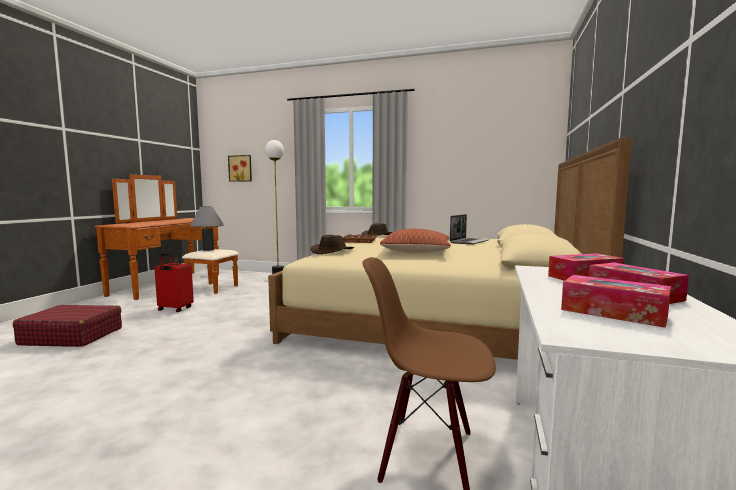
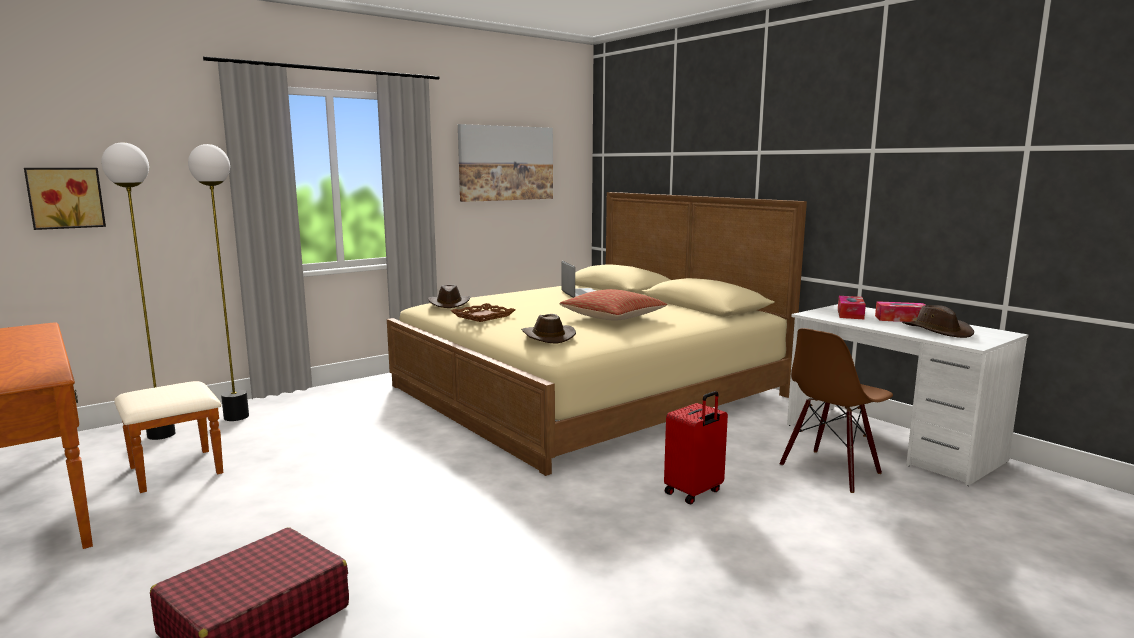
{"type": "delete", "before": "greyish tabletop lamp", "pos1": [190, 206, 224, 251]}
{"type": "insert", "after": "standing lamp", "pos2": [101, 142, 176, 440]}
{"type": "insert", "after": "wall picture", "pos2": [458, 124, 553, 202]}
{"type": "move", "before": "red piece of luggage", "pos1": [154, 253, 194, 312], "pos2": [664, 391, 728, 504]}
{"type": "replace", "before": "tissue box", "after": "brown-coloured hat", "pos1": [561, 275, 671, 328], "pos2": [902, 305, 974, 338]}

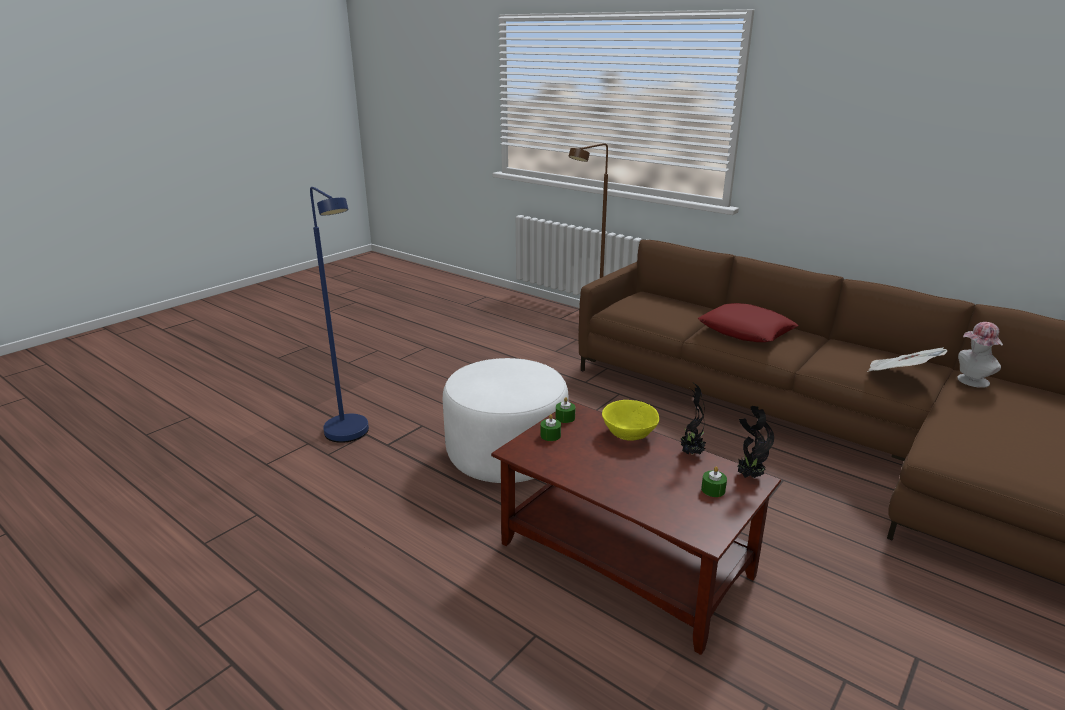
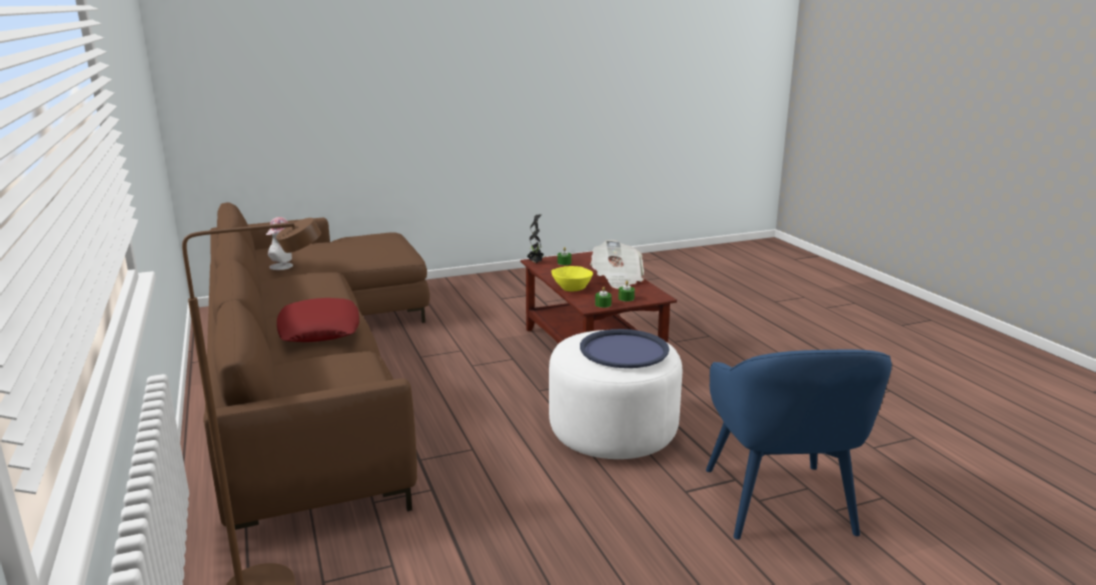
{"type": "delete", "before": "potted plant", "pos1": [679, 383, 706, 455]}
{"type": "insert", "after": "bluish serving tray", "pos2": [580, 329, 669, 368]}
{"type": "move", "before": "printed paper", "pos1": [867, 347, 948, 372], "pos2": [591, 240, 644, 289]}
{"type": "replace", "before": "bluish standing lamp", "after": "bluish easy chair", "pos1": [310, 187, 369, 443], "pos2": [706, 349, 892, 540]}

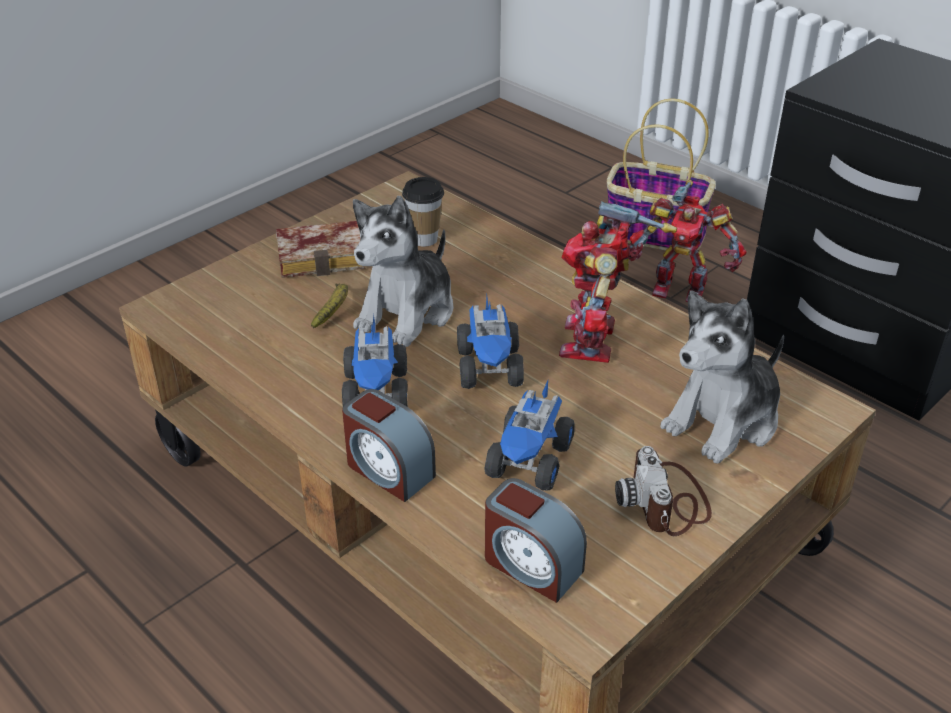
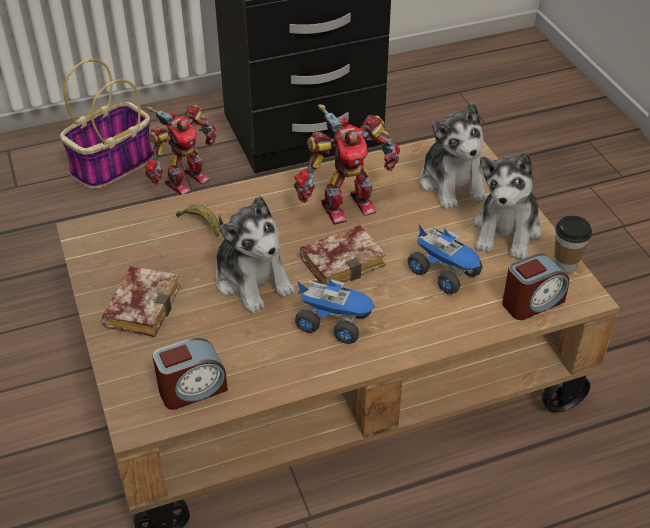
{"type": "move", "before": "whole banana", "pos1": [311, 284, 348, 328], "pos2": [176, 204, 220, 237]}
{"type": "move", "before": "alarm clock", "pos1": [342, 389, 436, 502], "pos2": [152, 338, 228, 410]}
{"type": "move", "before": "small cup", "pos1": [402, 177, 444, 247], "pos2": [554, 216, 592, 273]}
{"type": "replace", "before": "model truck", "after": "book", "pos1": [457, 295, 524, 389], "pos2": [300, 225, 386, 284]}
{"type": "replace", "before": "still camera", "after": "plush toy", "pos1": [615, 446, 712, 536], "pos2": [473, 152, 542, 260]}
{"type": "rotate", "before": "toy robot", "pos1": [559, 201, 677, 363], "pos2": [294, 104, 400, 225], "turn": -60}

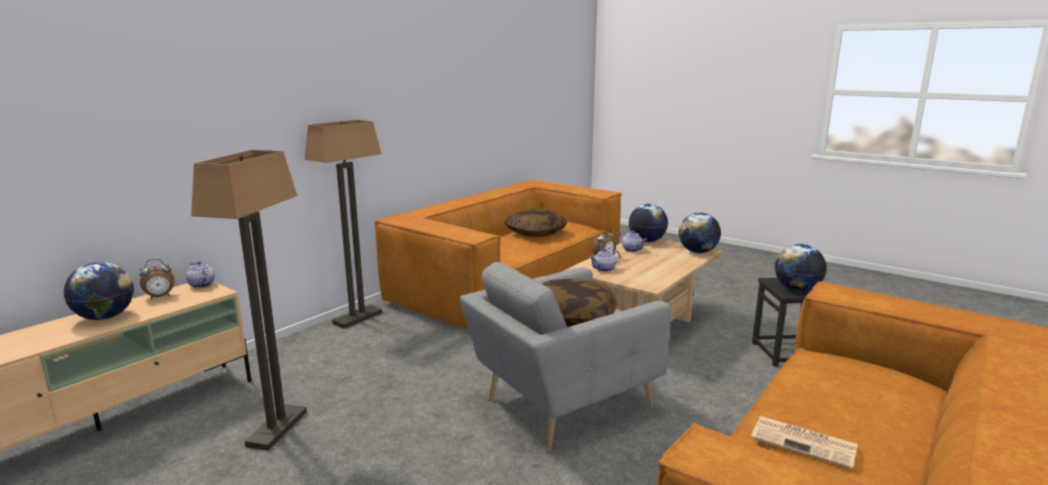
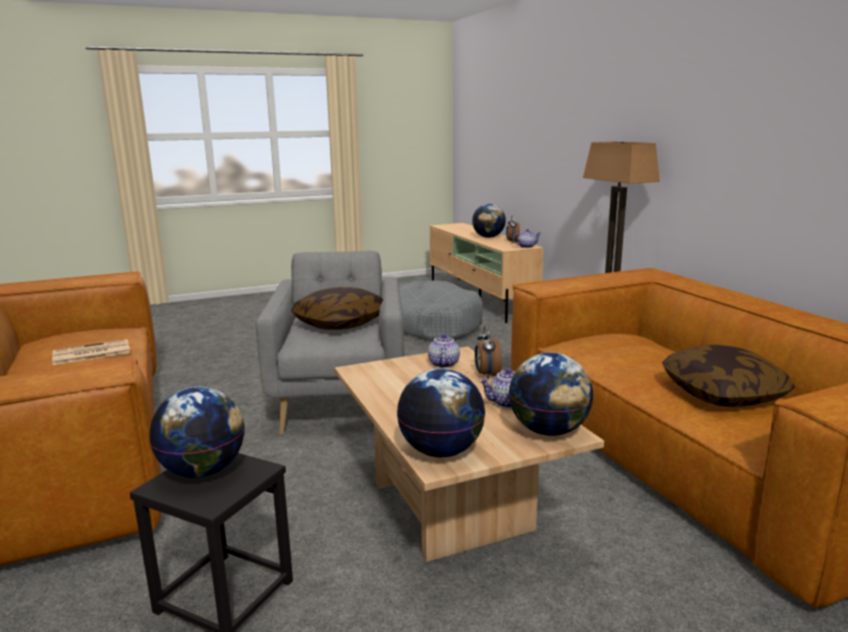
{"type": "replace", "before": "standing lamp", "after": "greyish dog cushion", "pos1": [191, 150, 307, 451], "pos2": [399, 280, 483, 342]}

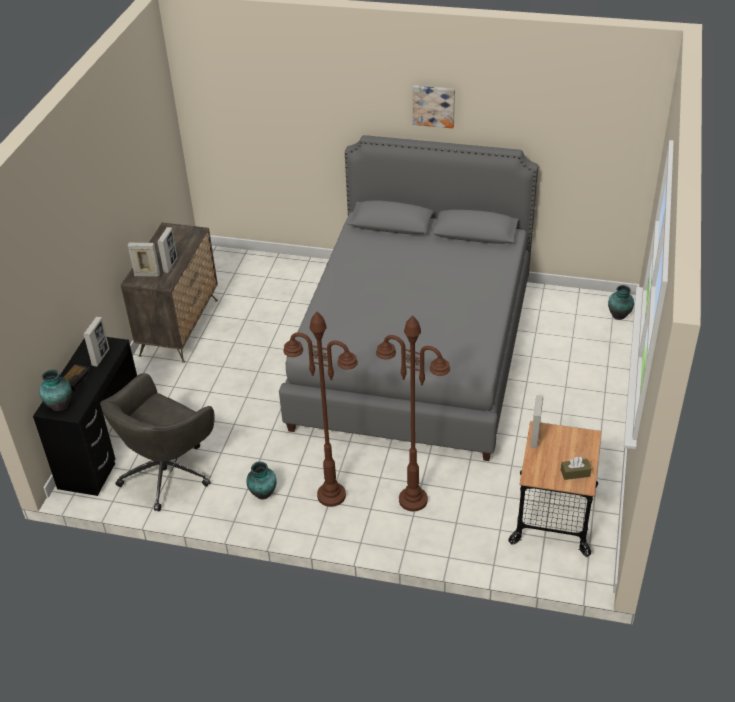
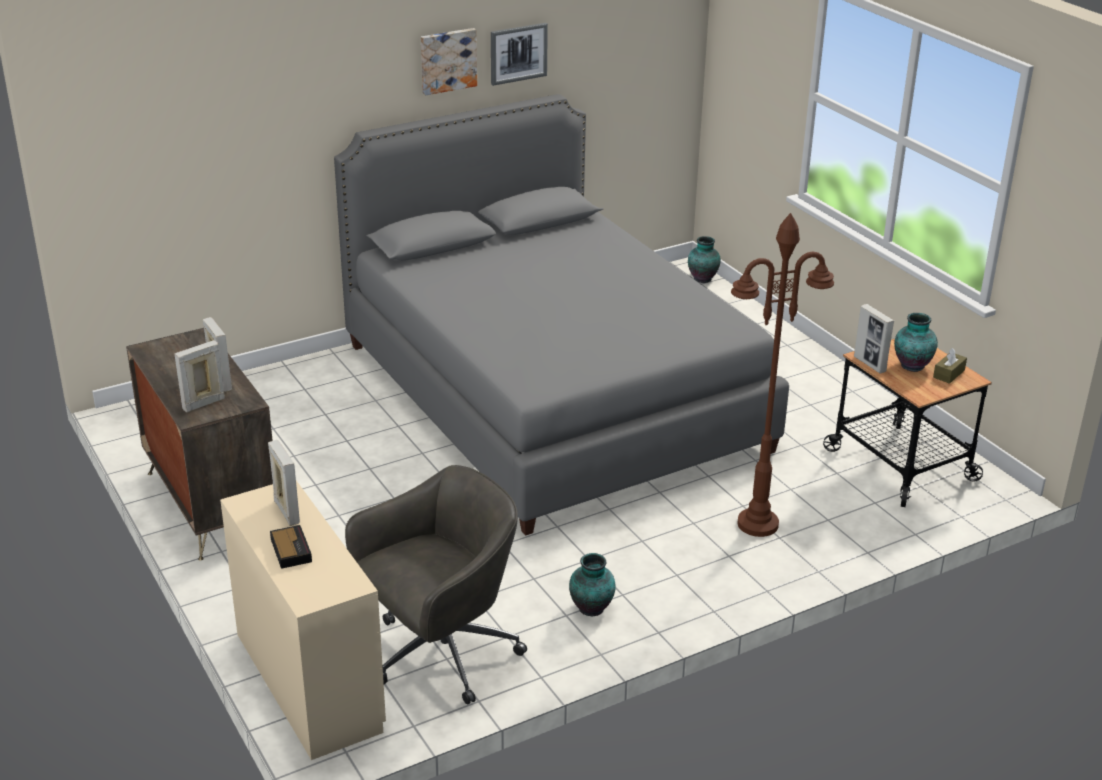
{"type": "delete", "before": "brown-coloured standing lamp", "pos1": [284, 312, 358, 507]}
{"type": "insert", "after": "wall picture", "pos2": [491, 23, 548, 86]}
{"type": "move", "before": "flower vase", "pos1": [39, 369, 72, 411], "pos2": [894, 313, 938, 372]}
{"type": "recolor", "before": "black-coloured desk", "after": "beige desk", "pos1": [33, 337, 137, 496], "pos2": [220, 481, 386, 760]}
{"type": "rotate", "before": "greyish office chair", "pos1": [100, 373, 215, 511], "pos2": [345, 465, 527, 704], "turn": -120}

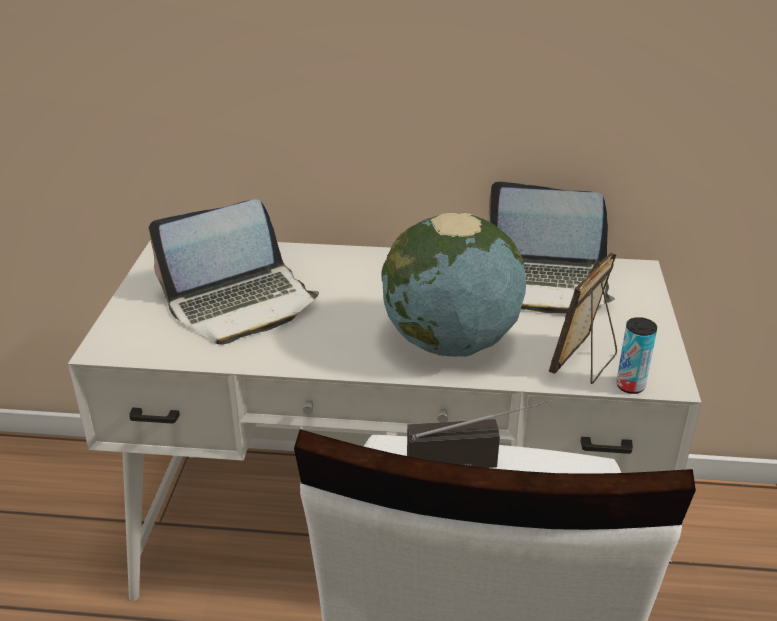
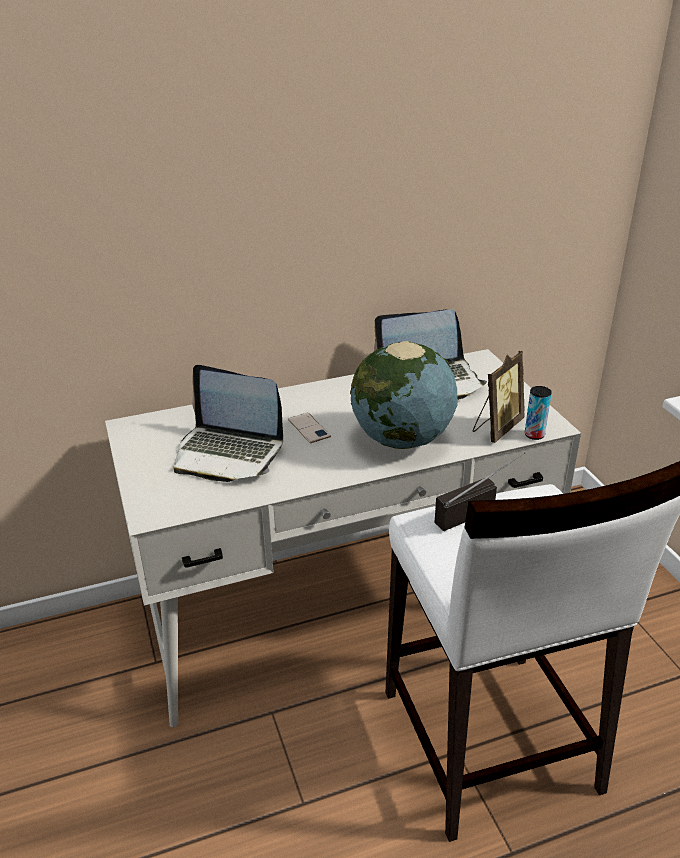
{"type": "insert", "after": "handset", "pos2": [288, 413, 331, 443]}
{"type": "rotate", "before": "portable computer", "pos1": [149, 199, 319, 345], "pos2": [174, 365, 283, 482], "turn": 75}
{"type": "rotate", "before": "photo frame", "pos1": [549, 252, 617, 384], "pos2": [473, 351, 525, 443], "turn": -150}

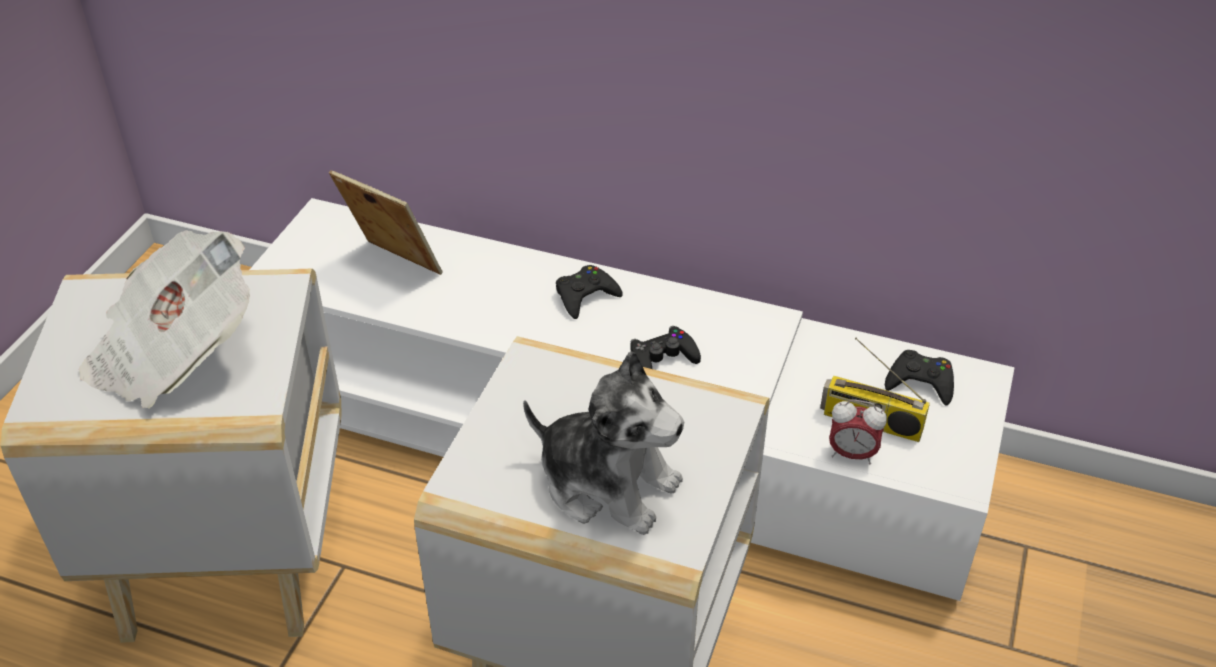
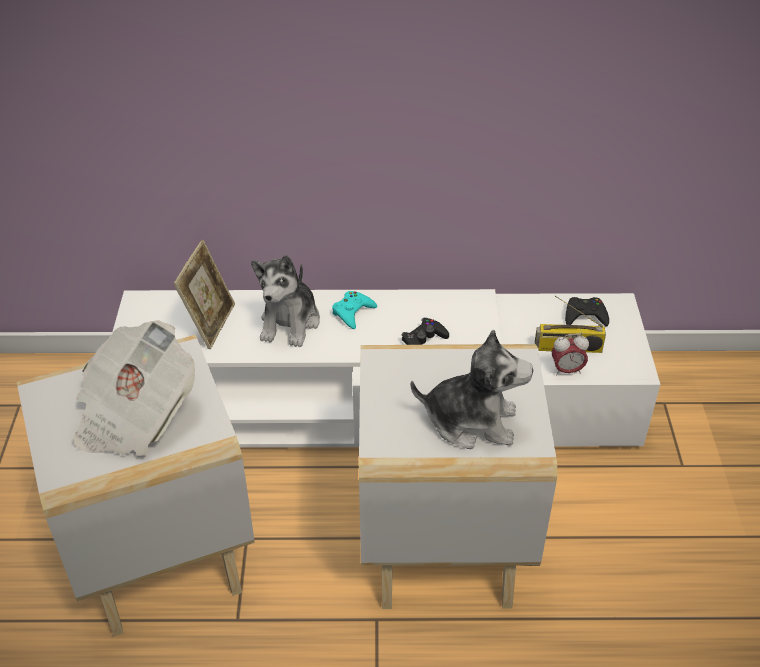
{"type": "insert", "after": "plush toy", "pos2": [251, 255, 320, 347]}
{"type": "recolor", "before": "black-coloured gamepad", "after": "turquoise gamepad", "pos1": [556, 265, 623, 319], "pos2": [332, 291, 377, 329]}
{"type": "rotate", "before": "photo frame", "pos1": [329, 170, 443, 275], "pos2": [173, 240, 235, 349], "turn": 90}

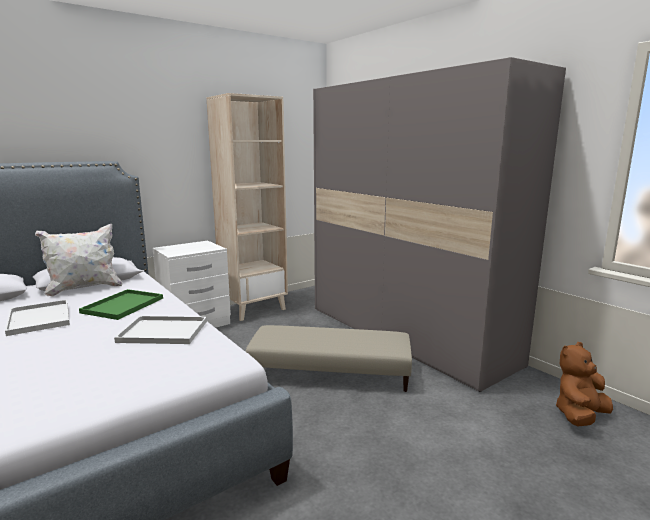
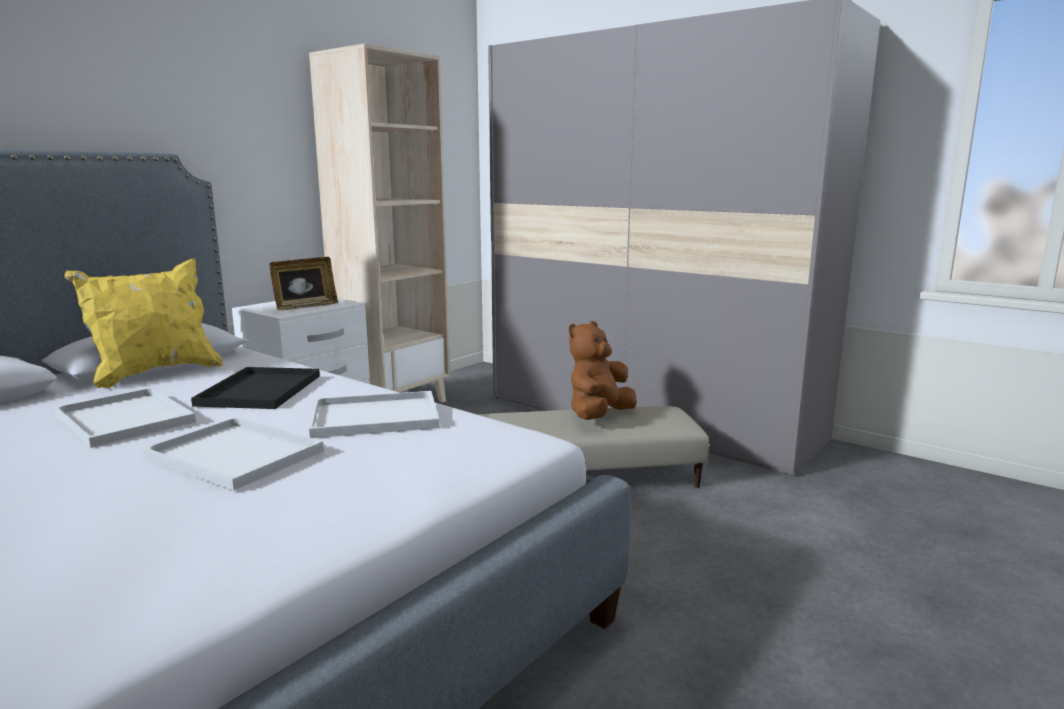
{"type": "insert", "after": "white serving tray", "pos2": [143, 417, 324, 490]}
{"type": "insert", "after": "photo frame", "pos2": [269, 257, 338, 310]}
{"type": "move", "before": "brown-coloured plush toy", "pos1": [556, 342, 613, 427], "pos2": [569, 321, 637, 420]}
{"type": "recolor", "before": "white cushion", "after": "yellow cushion", "pos1": [35, 224, 122, 296], "pos2": [64, 259, 223, 388]}
{"type": "recolor", "before": "green-coloured serving tray", "after": "black-coloured serving tray", "pos1": [79, 289, 163, 320], "pos2": [191, 367, 320, 409]}

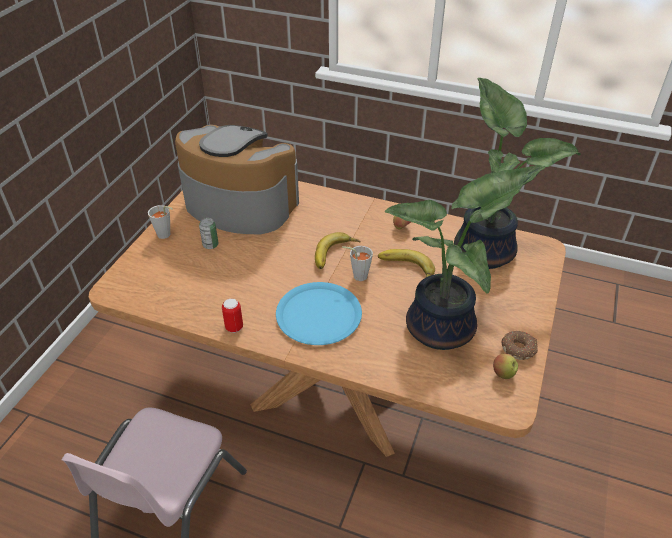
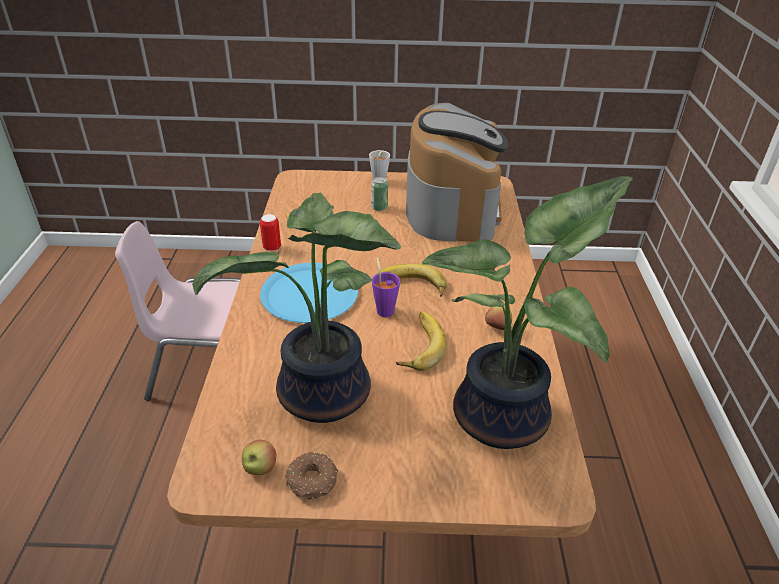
{"type": "recolor", "before": "greyish small cup", "after": "purple small cup", "pos1": [342, 246, 373, 281], "pos2": [372, 258, 400, 317]}

